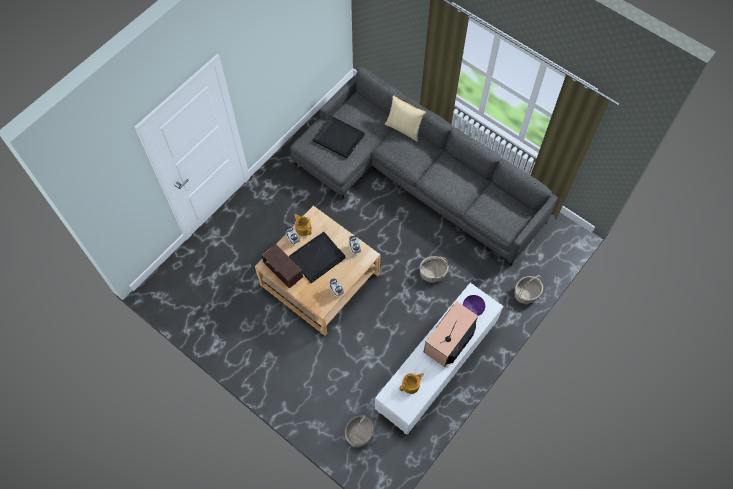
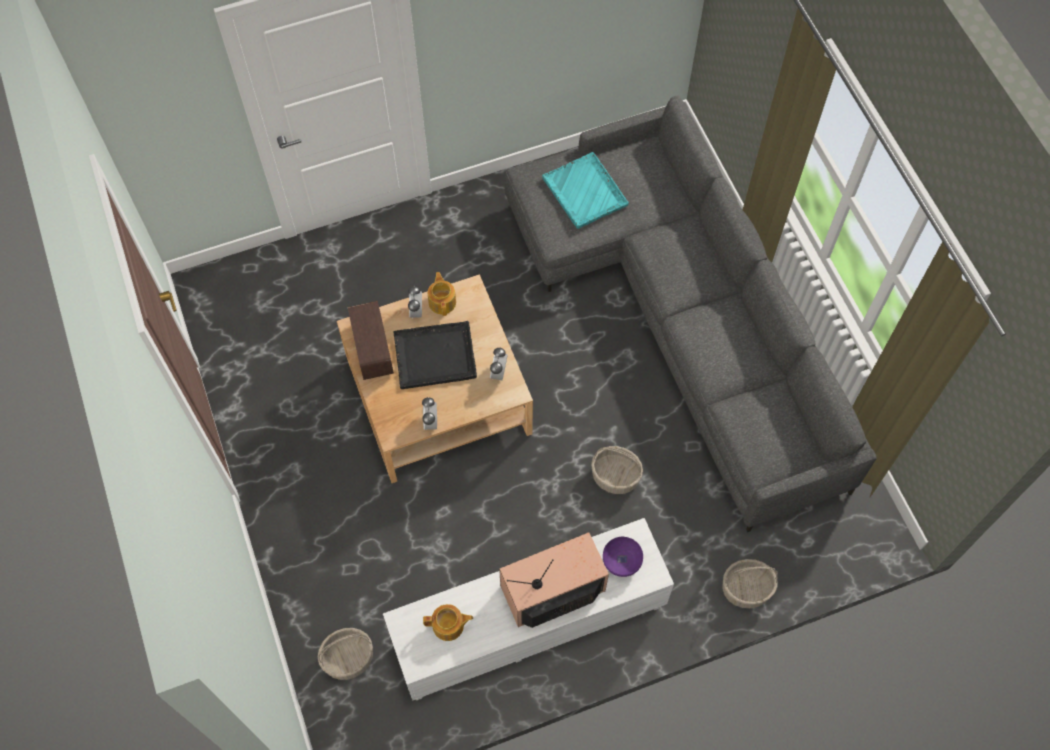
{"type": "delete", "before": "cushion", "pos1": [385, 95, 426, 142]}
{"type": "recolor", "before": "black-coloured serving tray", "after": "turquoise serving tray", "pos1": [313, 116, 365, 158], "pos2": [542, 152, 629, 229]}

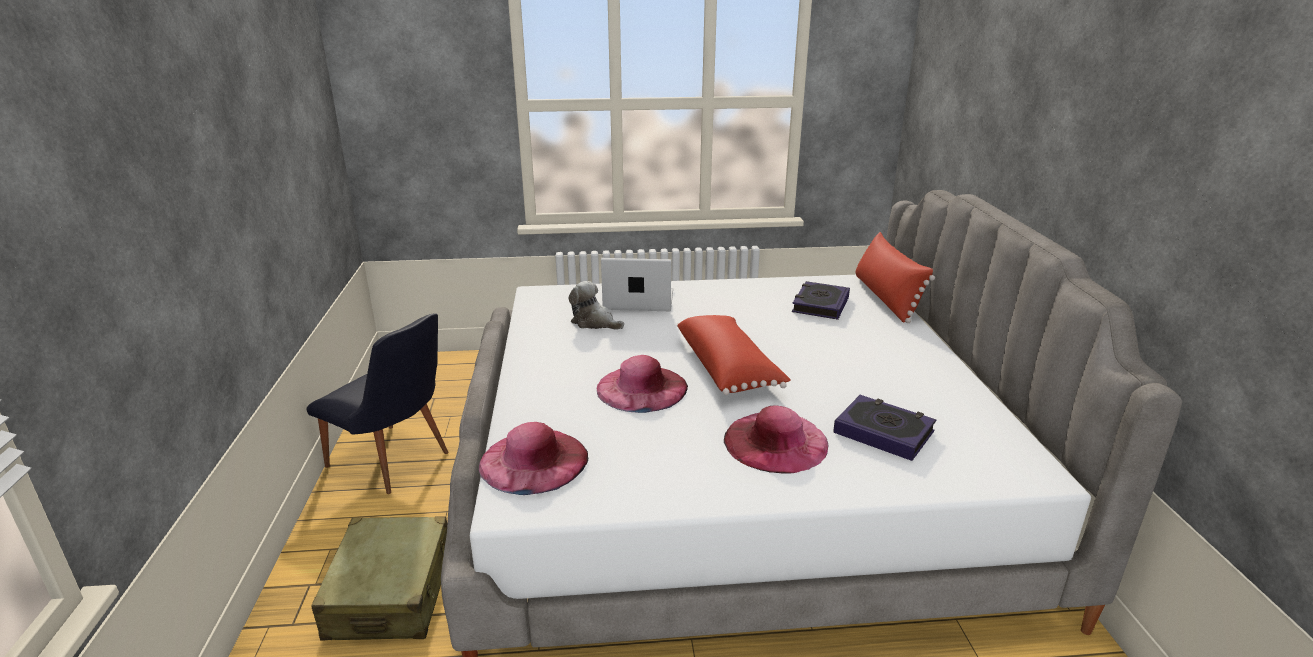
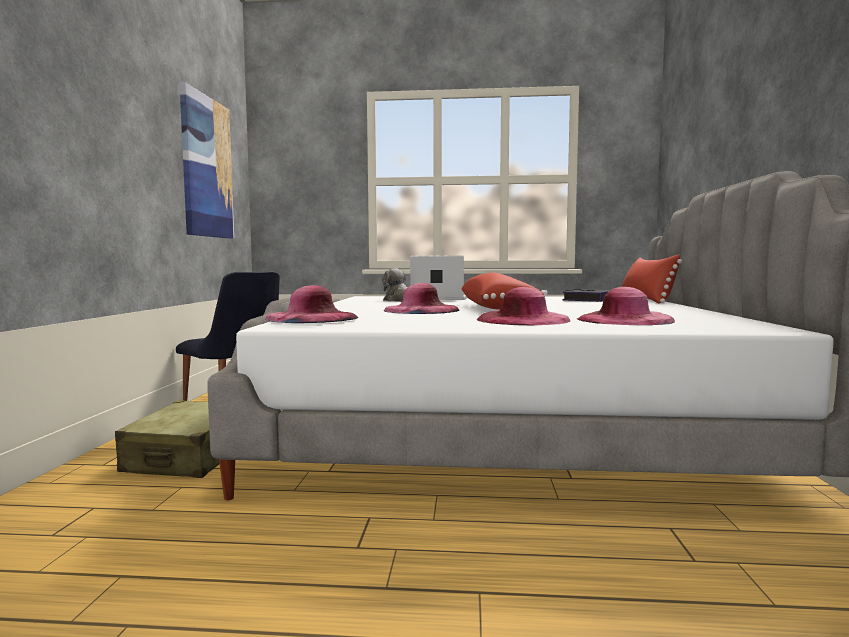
{"type": "insert", "after": "wall picture", "pos2": [179, 82, 234, 239]}
{"type": "replace", "before": "book", "after": "pink hat", "pos1": [833, 395, 936, 461], "pos2": [577, 287, 675, 325]}

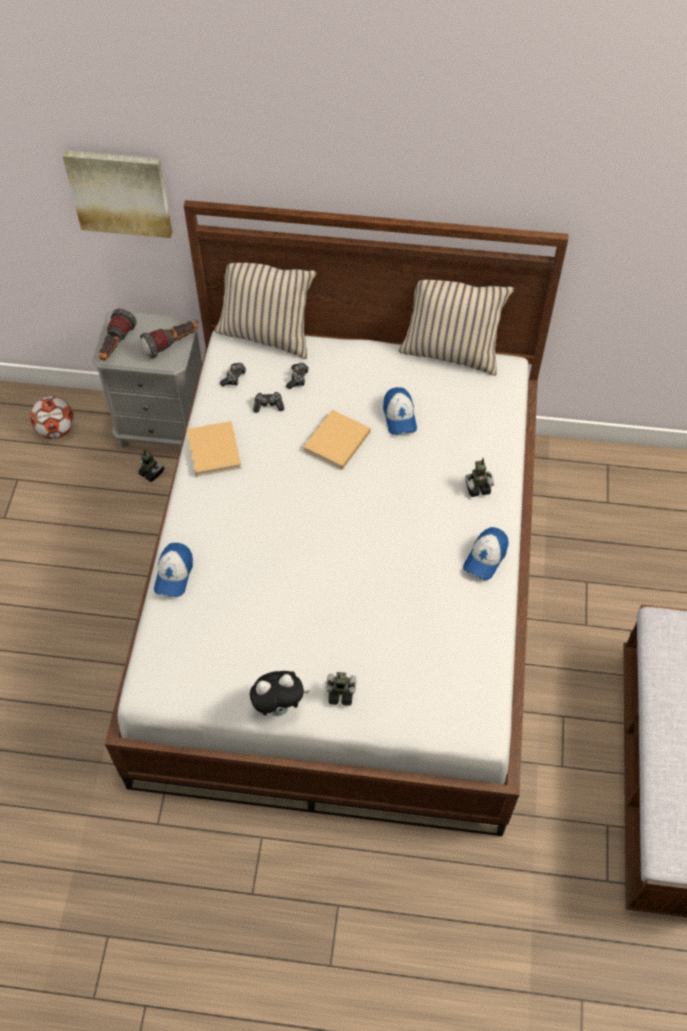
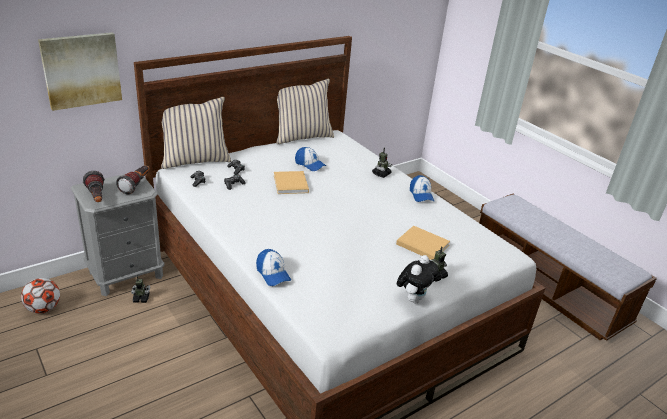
{"type": "move", "before": "beige book", "pos1": [187, 421, 241, 476], "pos2": [396, 226, 450, 260]}

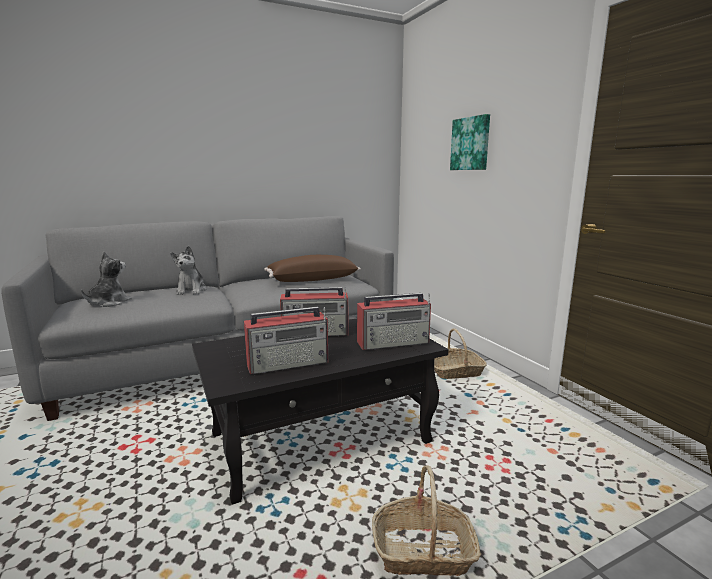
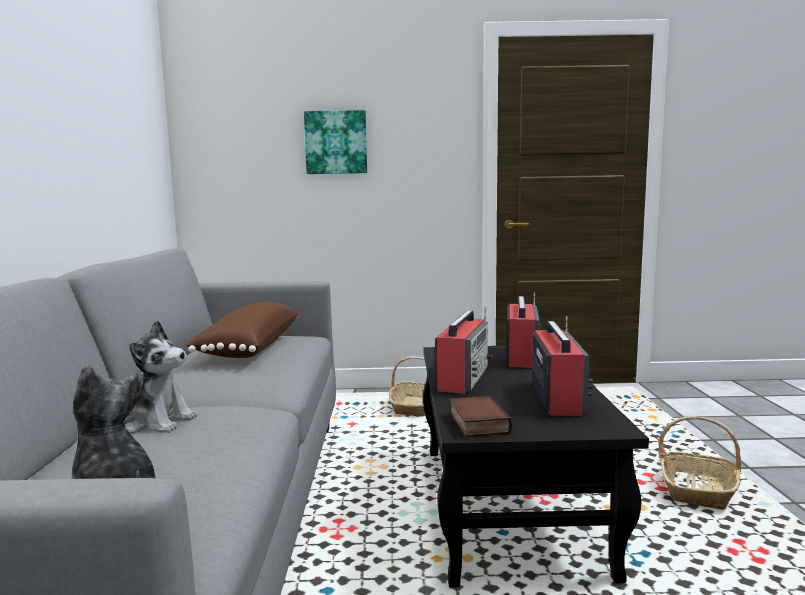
{"type": "insert", "after": "book", "pos2": [450, 396, 512, 437]}

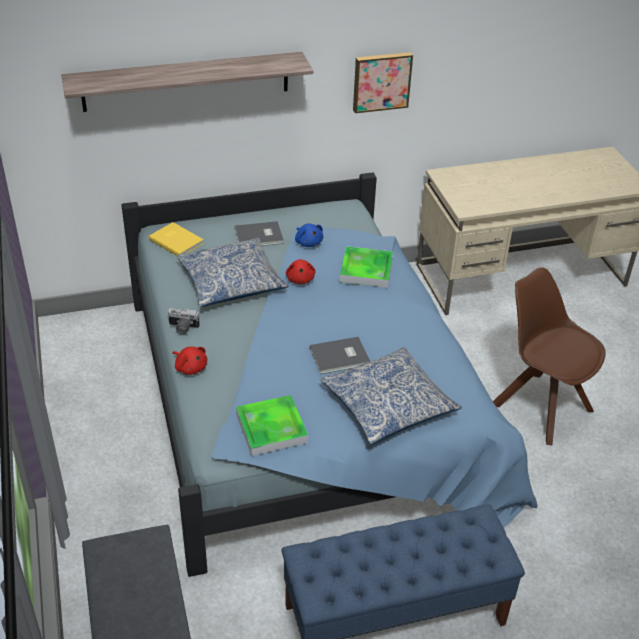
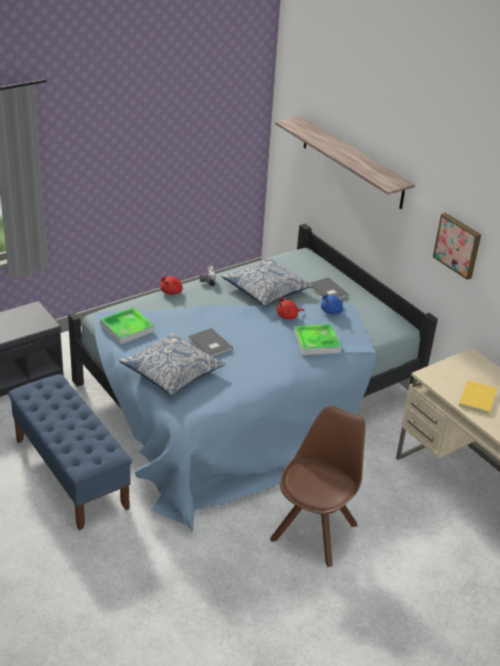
{"type": "move", "before": "yellow book", "pos1": [149, 222, 204, 256], "pos2": [459, 380, 497, 415]}

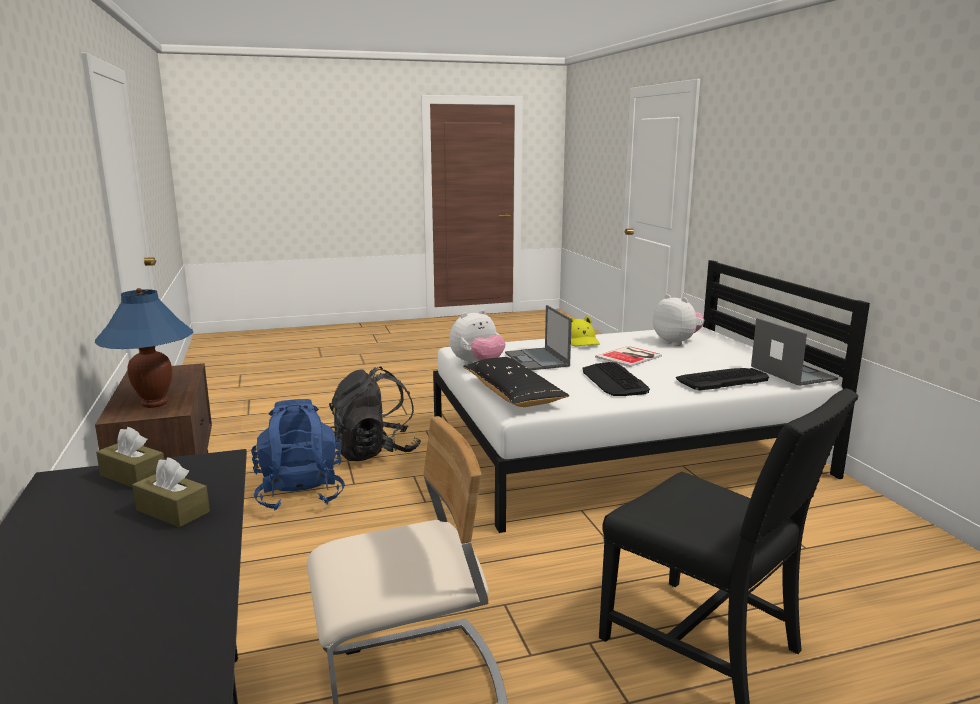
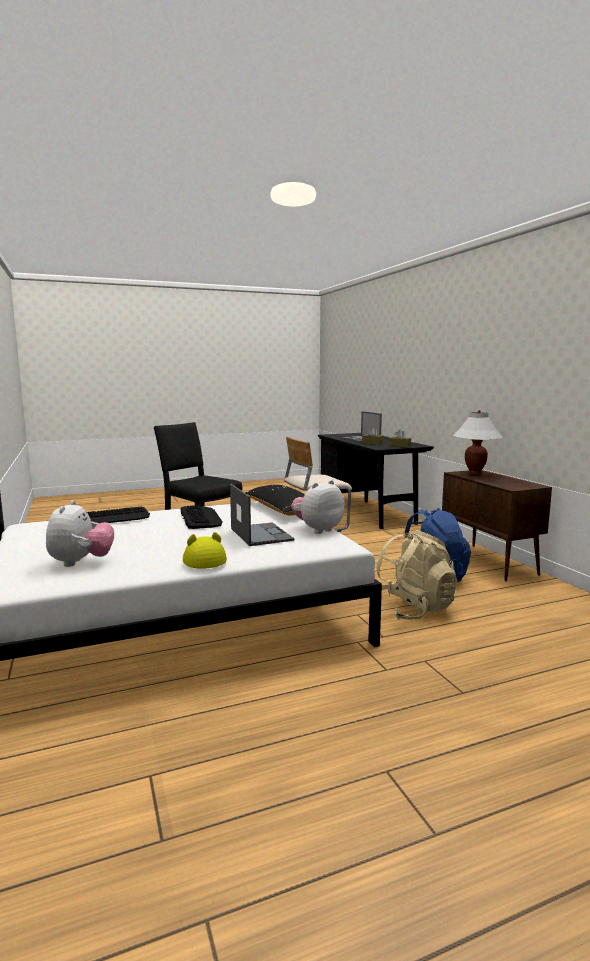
{"type": "delete", "before": "book", "pos1": [595, 346, 662, 367]}
{"type": "move", "before": "portable computer", "pos1": [751, 318, 838, 386], "pos2": [341, 411, 382, 442]}
{"type": "recolor", "before": "bluish tabletop lamp", "after": "white tabletop lamp", "pos1": [95, 288, 194, 408], "pos2": [453, 410, 503, 476]}
{"type": "recolor", "before": "black-coloured backpack", "after": "beige backpack", "pos1": [329, 366, 421, 461], "pos2": [377, 530, 457, 620]}
{"type": "rotate", "before": "plush toy", "pos1": [653, 294, 704, 346], "pos2": [46, 500, 114, 567], "turn": -135}

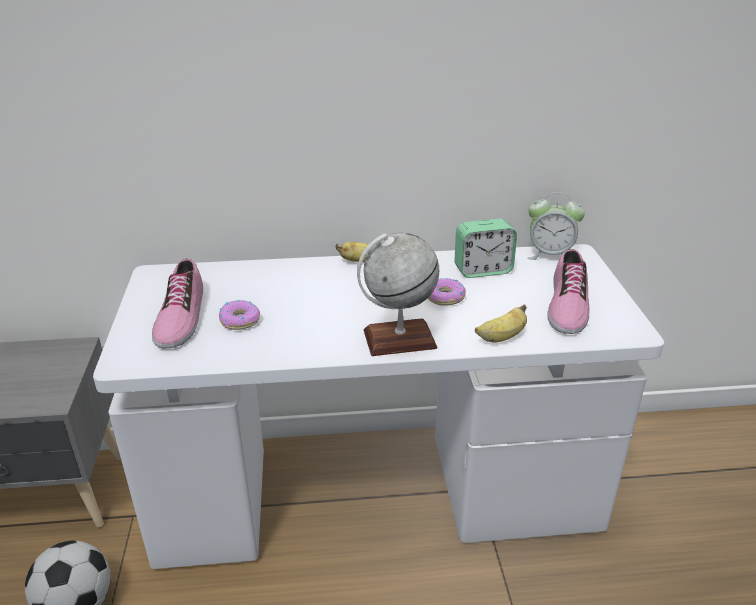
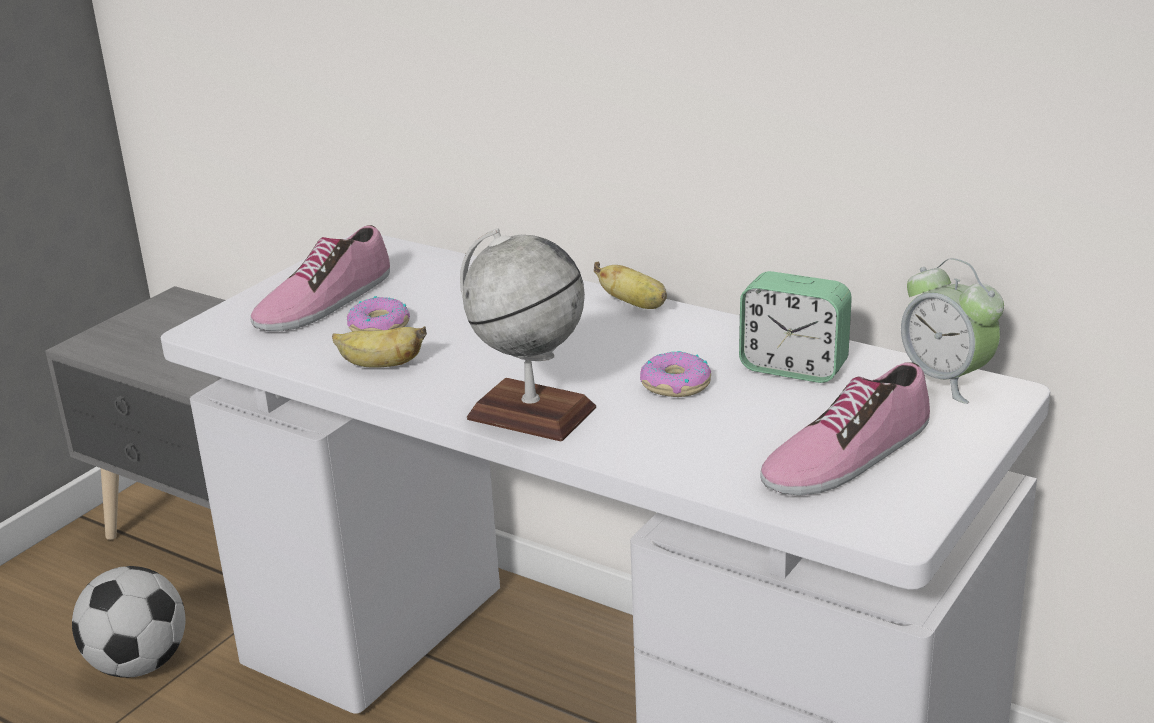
{"type": "move", "before": "whole banana", "pos1": [475, 304, 527, 343], "pos2": [332, 326, 427, 368]}

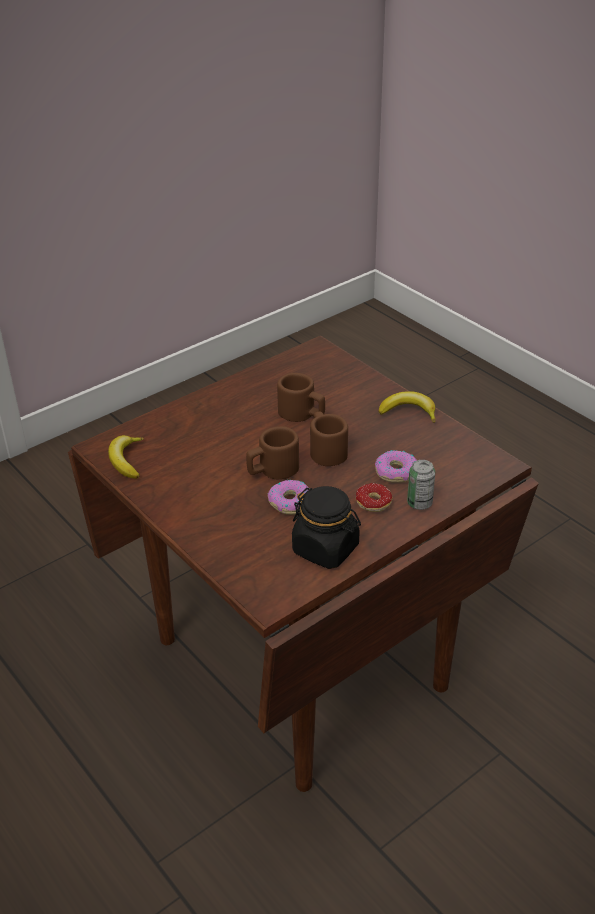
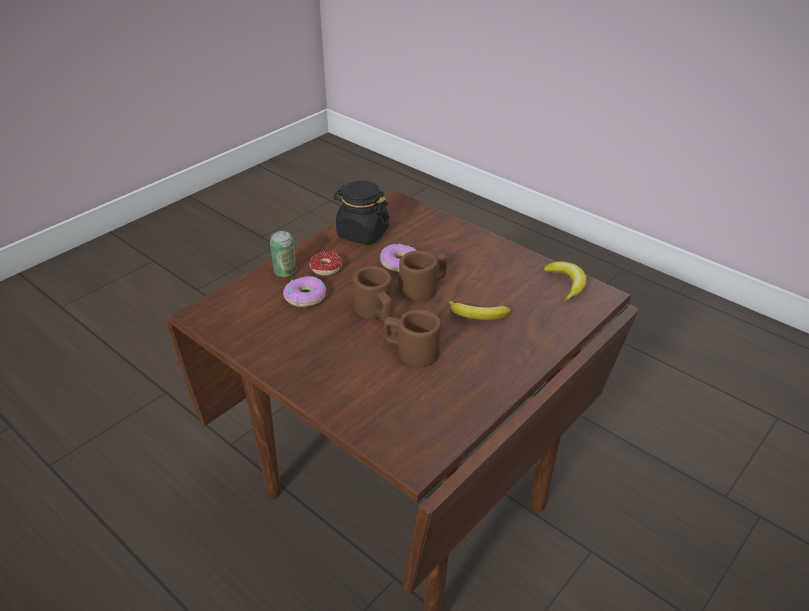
{"type": "move", "before": "whole banana", "pos1": [379, 391, 436, 423], "pos2": [449, 300, 511, 320]}

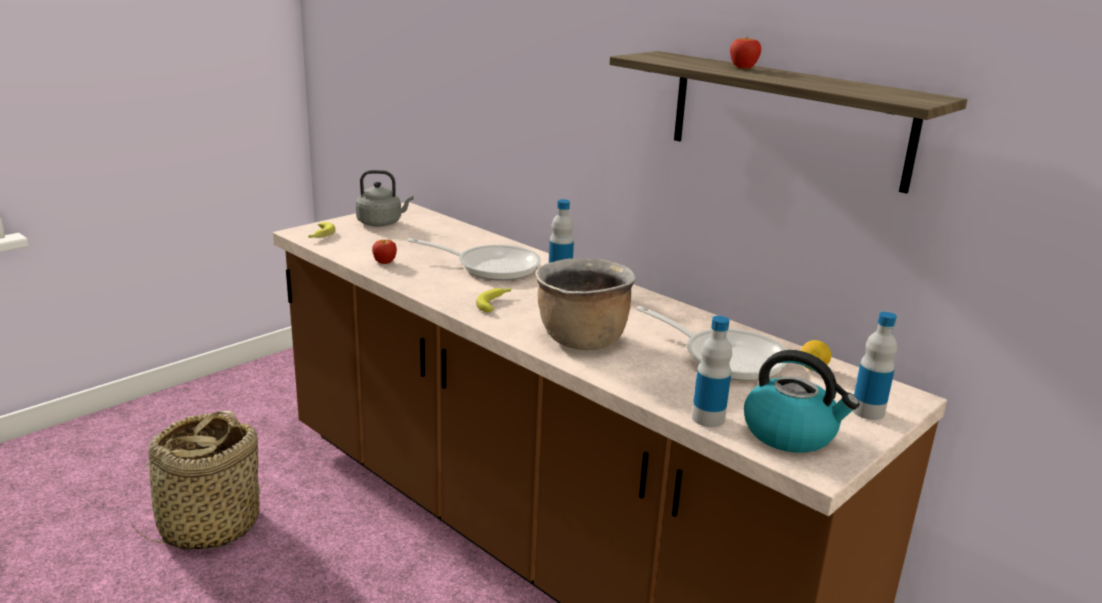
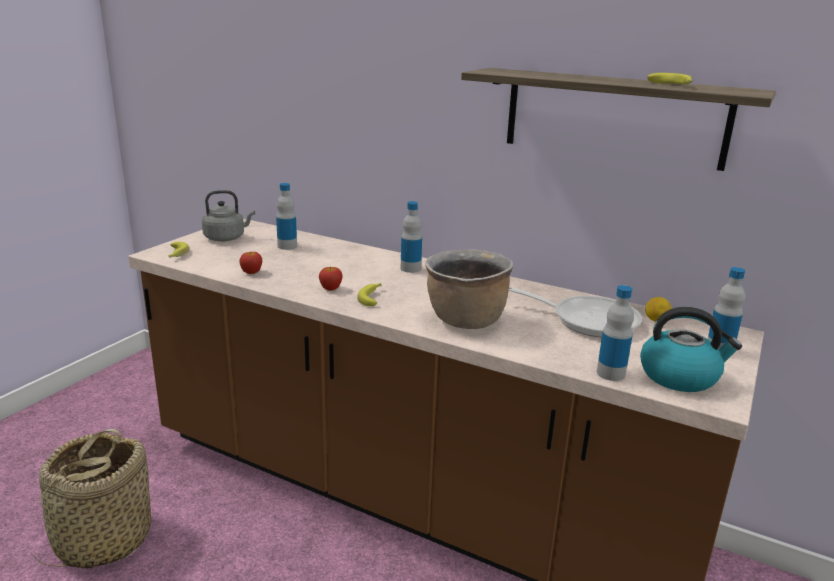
{"type": "delete", "before": "skillet", "pos1": [408, 238, 541, 280]}
{"type": "insert", "after": "bottle", "pos2": [276, 183, 297, 250]}
{"type": "insert", "after": "whole banana", "pos2": [647, 73, 693, 85]}
{"type": "move", "before": "apple", "pos1": [730, 38, 761, 69], "pos2": [319, 267, 342, 291]}

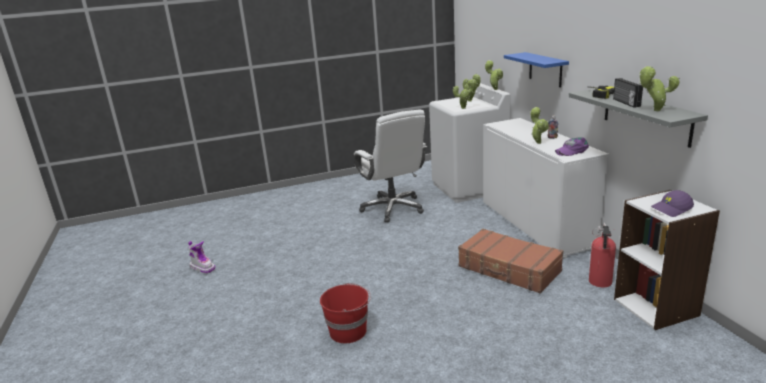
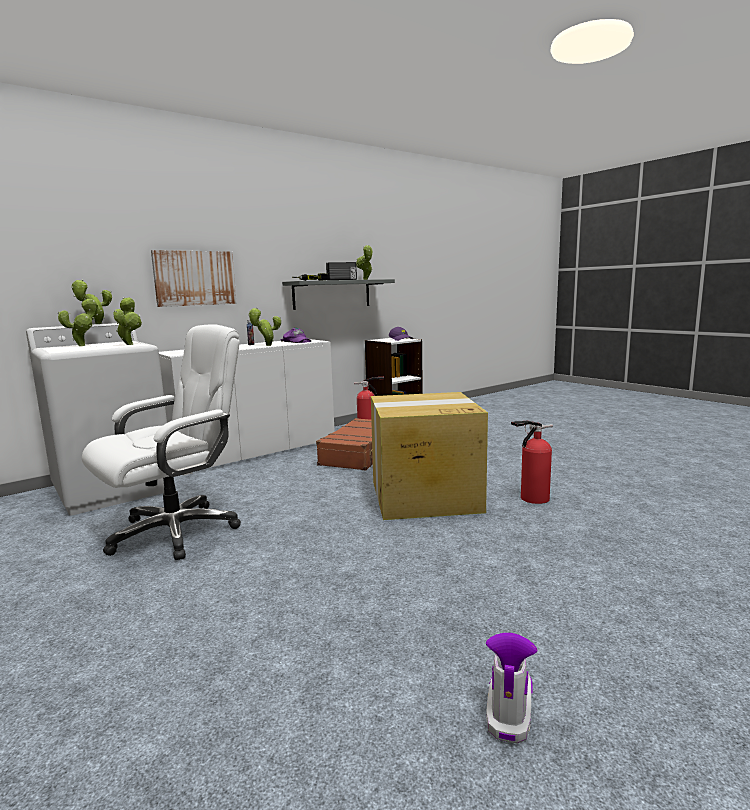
{"type": "insert", "after": "packing box", "pos2": [371, 392, 488, 520]}
{"type": "replace", "before": "red bucket", "after": "fire extinguisher", "pos1": [320, 283, 371, 343], "pos2": [511, 420, 553, 504]}
{"type": "replace", "before": "bluish bracket shelf", "after": "wall picture", "pos1": [504, 52, 569, 88], "pos2": [151, 250, 237, 307]}

